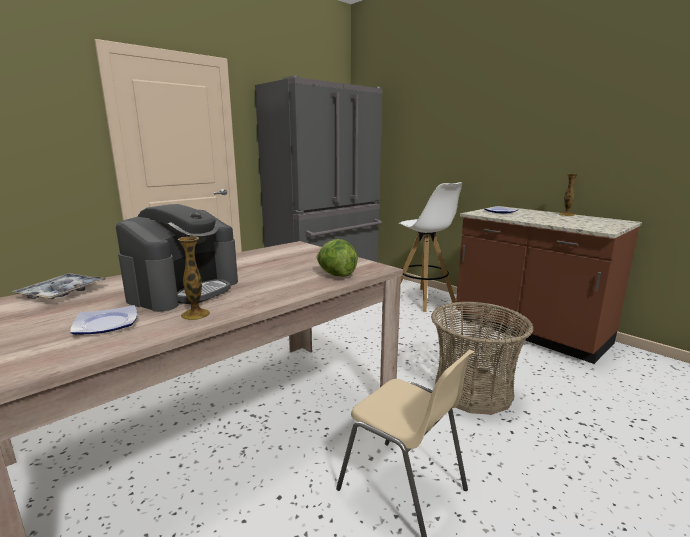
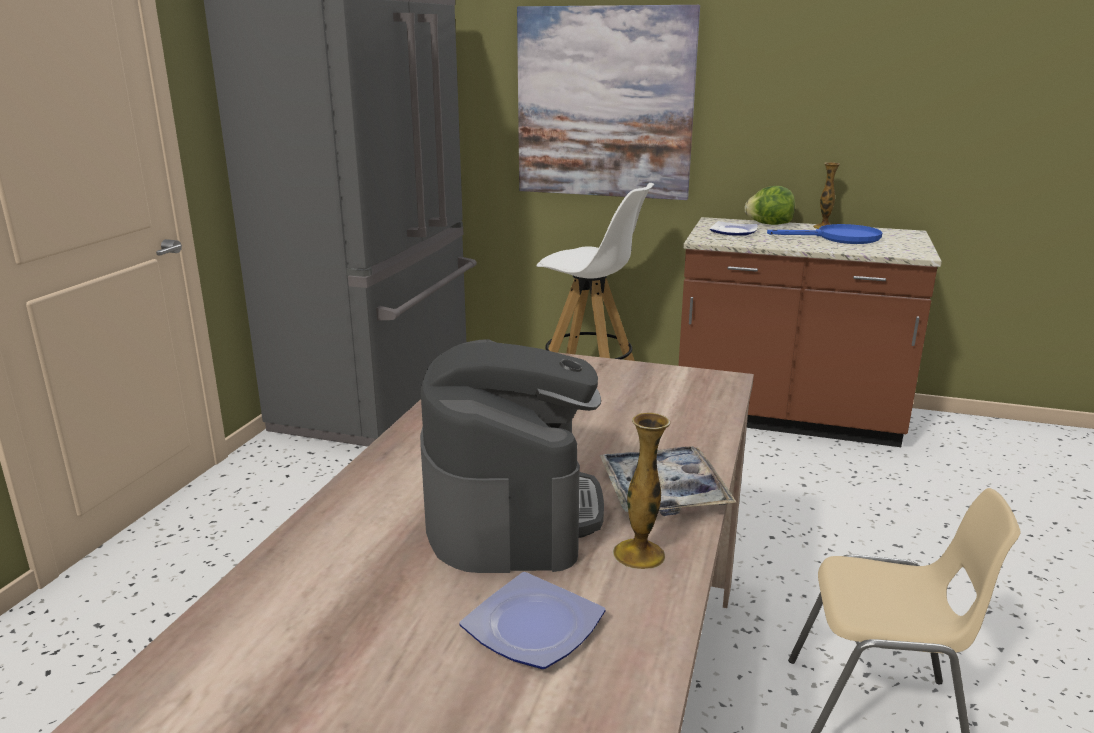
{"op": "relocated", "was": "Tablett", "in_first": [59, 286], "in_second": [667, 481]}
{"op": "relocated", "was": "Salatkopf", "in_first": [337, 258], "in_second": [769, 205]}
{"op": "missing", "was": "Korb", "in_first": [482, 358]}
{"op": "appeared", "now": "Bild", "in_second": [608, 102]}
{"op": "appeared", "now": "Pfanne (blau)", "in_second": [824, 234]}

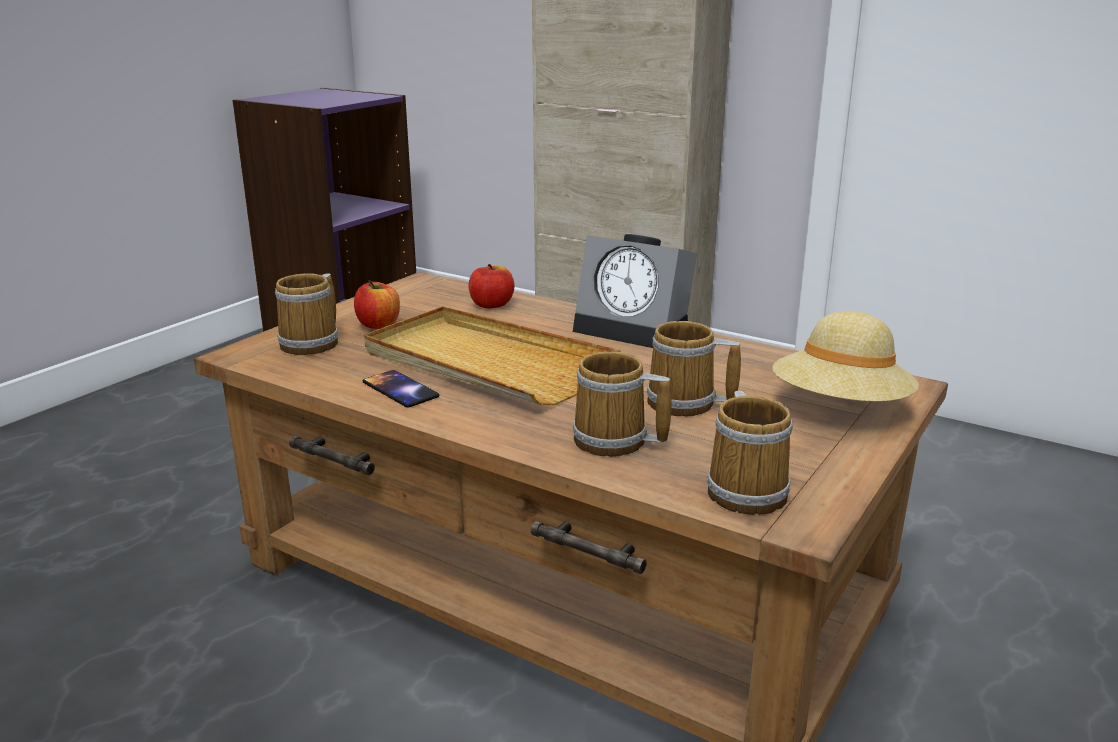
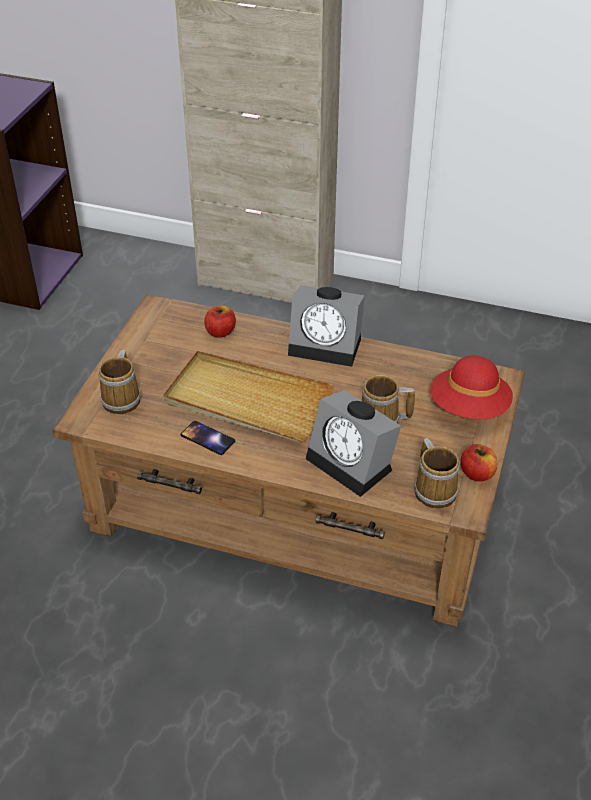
{"op": "relocated", "was": "Apfel", "in_first": [377, 304], "in_second": [479, 462]}
{"op": "exchanged", "was": "Henkelbecher", "now": "Wecker", "in_first": [622, 404], "in_second": [353, 443]}
{"op": "colour", "was": "Hut (beige)", "now": "Hut (rot)", "in_first": [846, 356], "in_second": [472, 387]}

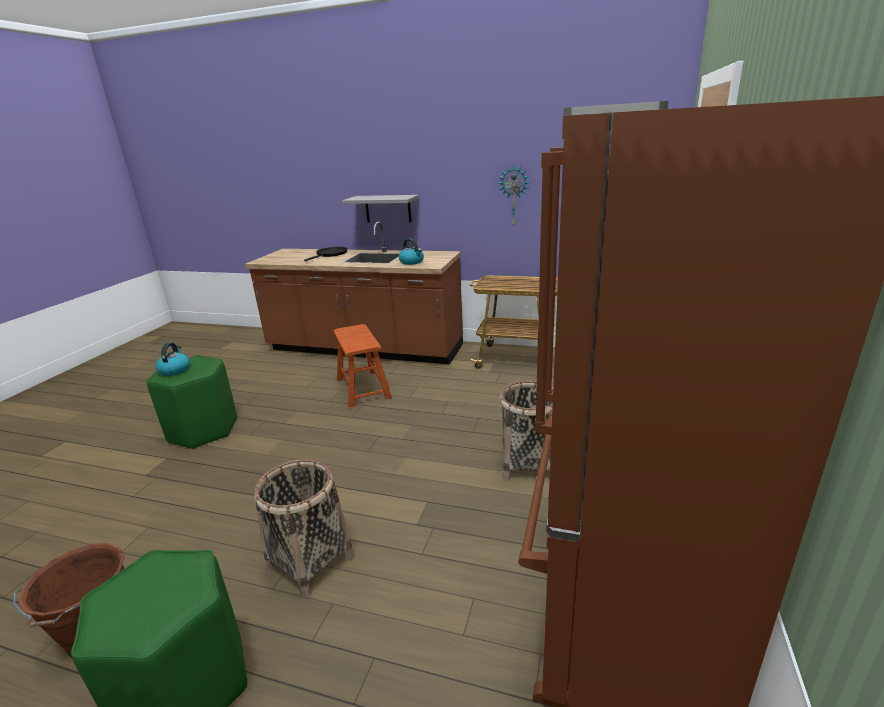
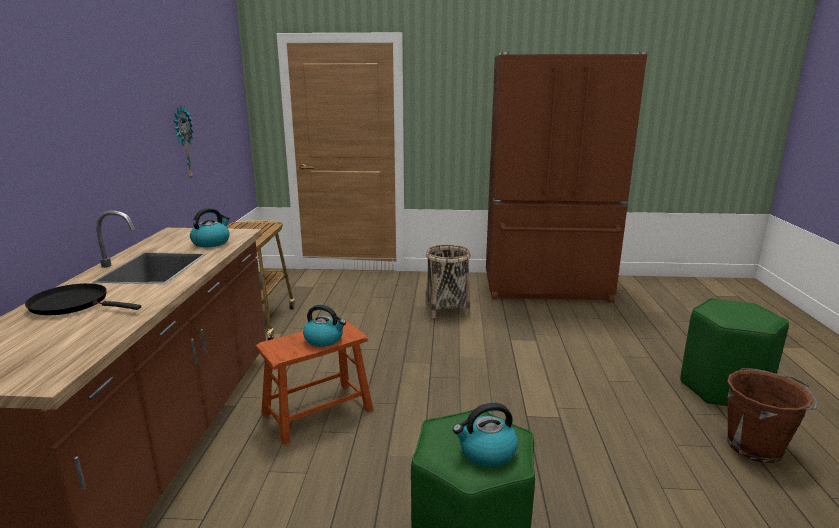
{"op": "missing", "was": "Korb", "in_first": [304, 529]}
{"op": "missing", "was": "Wandregal (grau)", "in_first": [380, 209]}
{"op": "appeared", "now": "Wasserkessel", "in_second": [324, 326]}

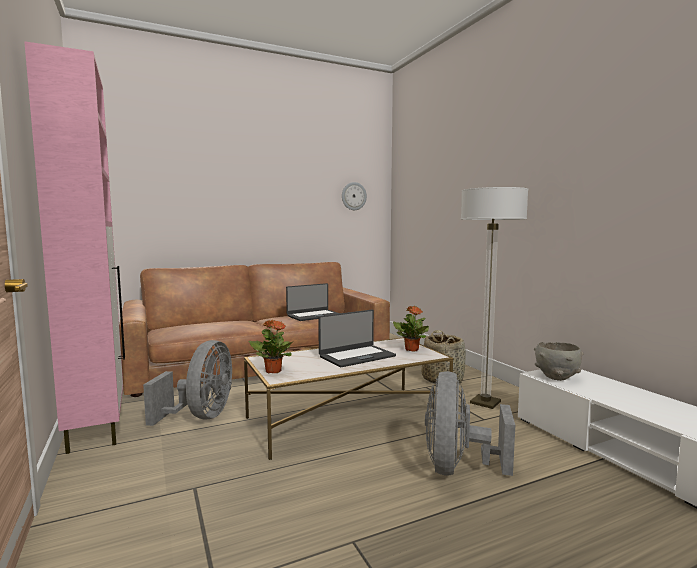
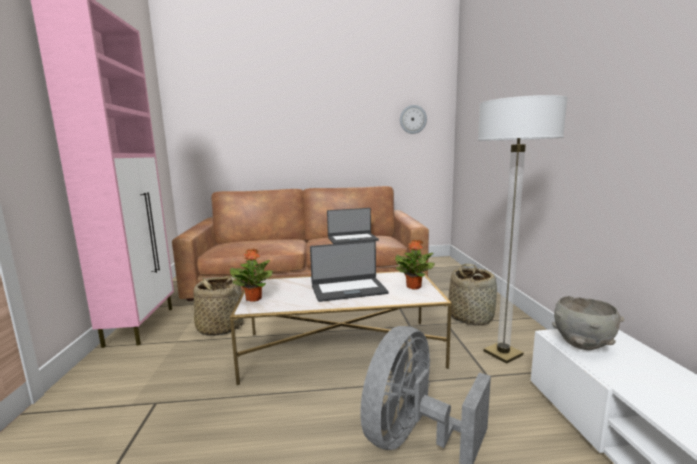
{"op": "exchanged", "was": "Ventilator (grau)", "now": "Korb", "in_first": [187, 383], "in_second": [218, 306]}

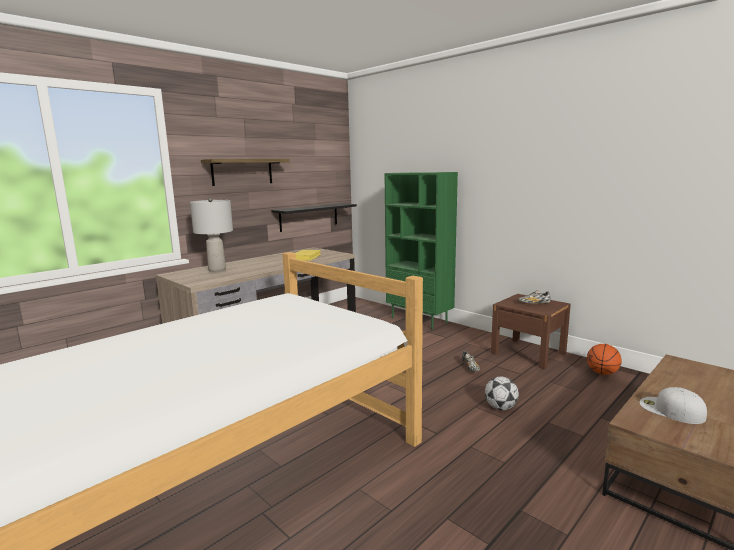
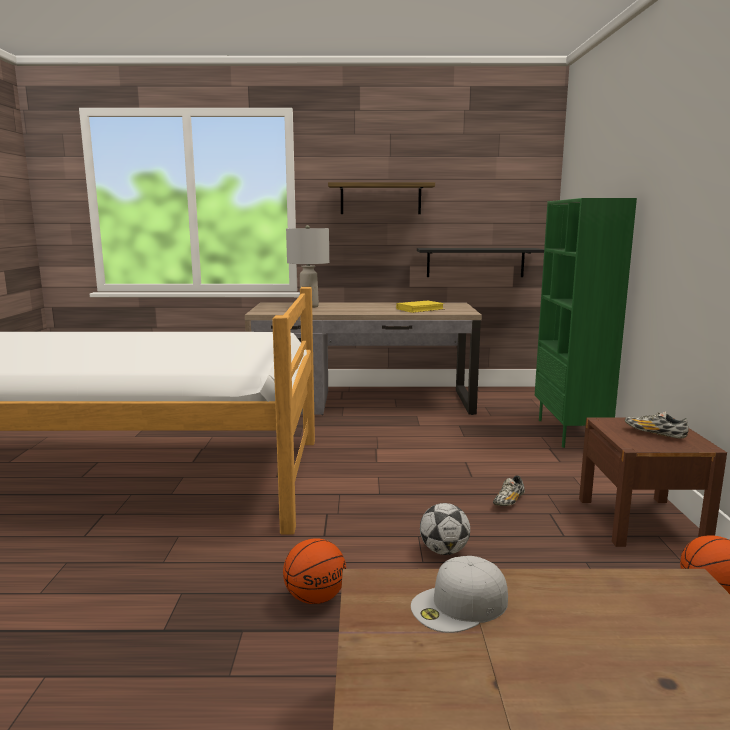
{"op": "spun", "was": "Kappe (weiß)", "in_first": [673, 405], "in_second": [459, 594], "clockwise": -120}
{"op": "appeared", "now": "Basketball", "in_second": [314, 571]}

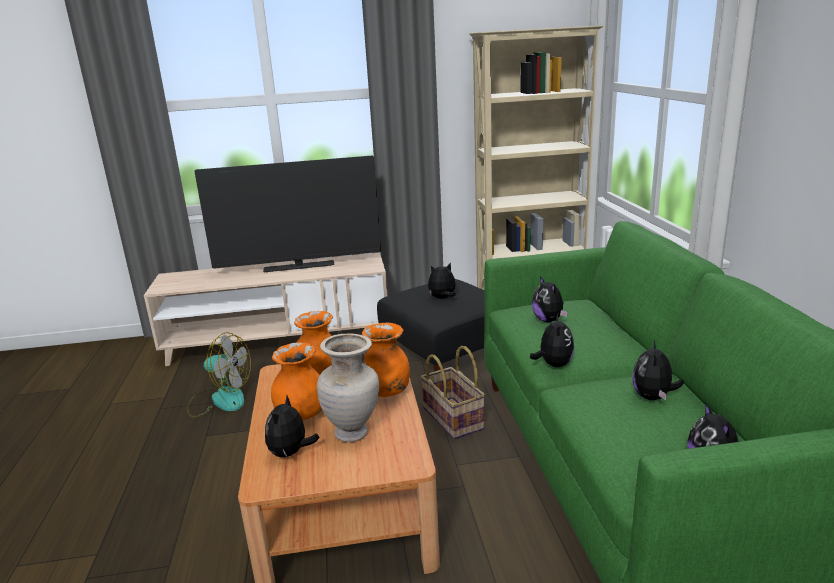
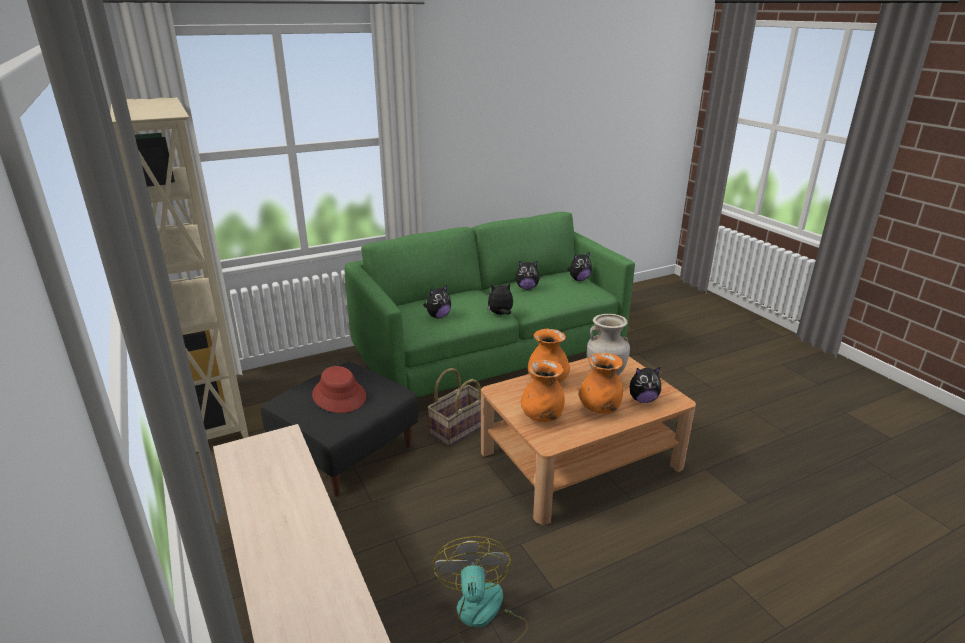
{"op": "missing", "was": "Fernseher", "in_first": [287, 213]}
{"op": "exchanged", "was": "Plüschtier", "now": "Hut (rot)", "in_first": [442, 281], "in_second": [339, 389]}

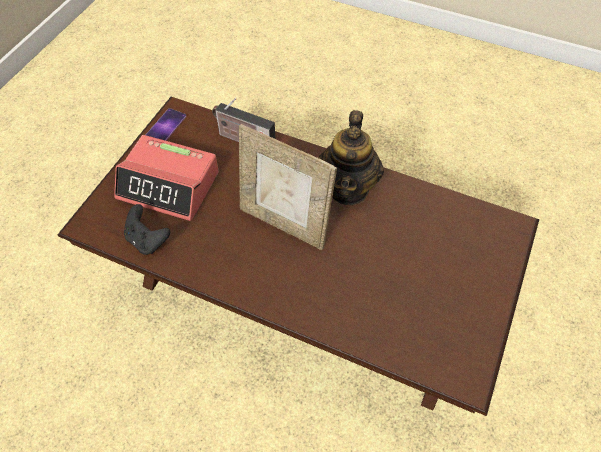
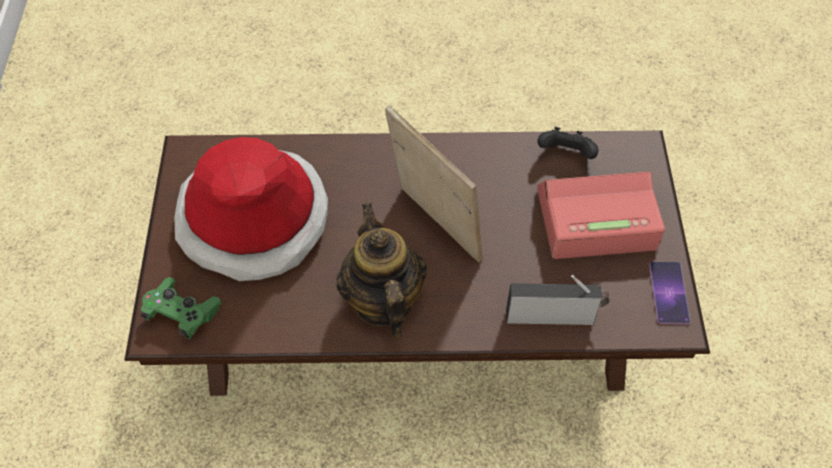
{"op": "spun", "was": "Bilderrahmen", "in_first": [288, 187], "in_second": [434, 184], "clockwise": 45}
{"op": "appeared", "now": "Gamepad (grün)", "in_second": [181, 308]}
{"op": "appeared", "now": "Hut", "in_second": [251, 209]}

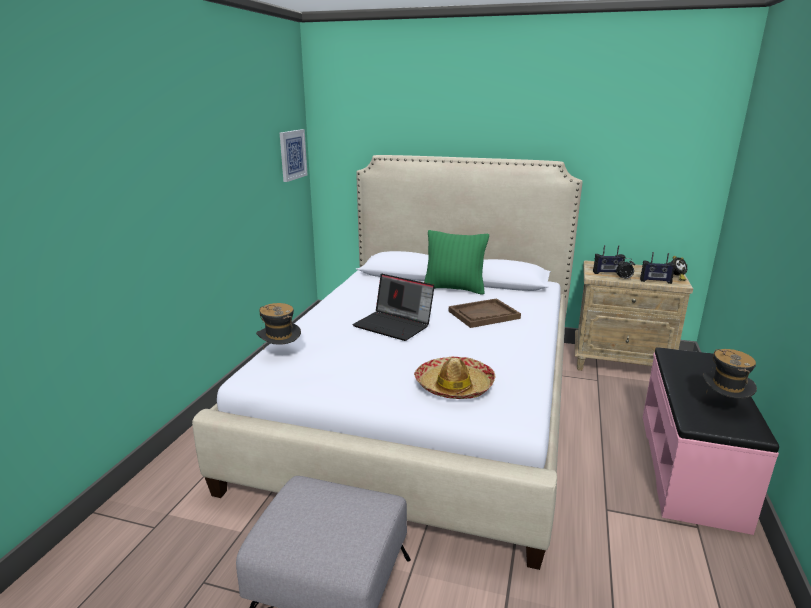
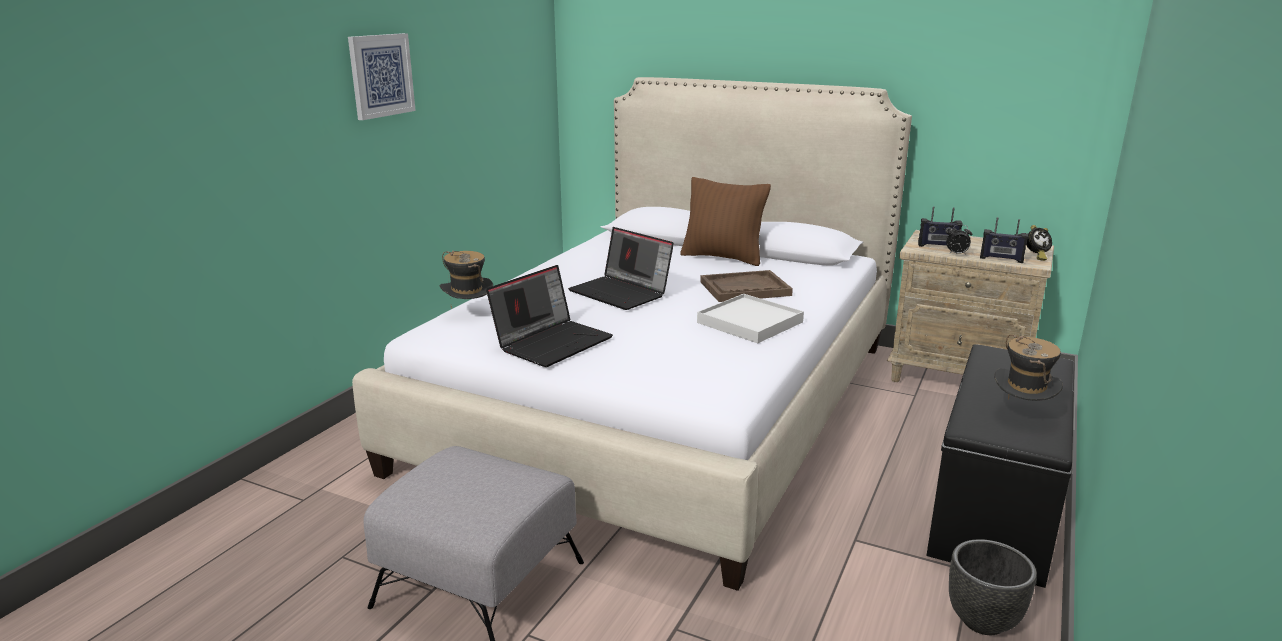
{"op": "relocated", "was": "Bild", "in_first": [294, 155], "in_second": [382, 76]}
{"op": "missing", "was": "Hut", "in_first": [454, 378]}
{"op": "colour", "was": "Kissen (grün)", "now": "Kissen (braun)", "in_first": [456, 262], "in_second": [725, 221]}
{"op": "colour", "was": "Bank (rosa)", "now": "Bank (schwarz)", "in_first": [711, 441], "in_second": [1000, 466]}
{"op": "appeared", "now": "Laptop", "in_second": [549, 316]}
{"op": "appeared", "now": "Tablett (weiß)", "in_second": [750, 318]}
{"op": "appeared", "now": "Pflanzkübel (schwarz)", "in_second": [993, 587]}

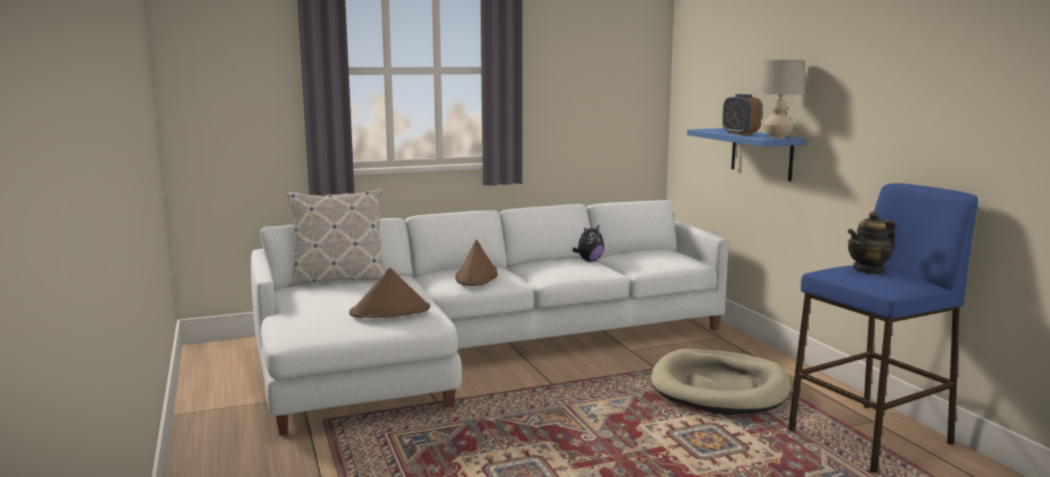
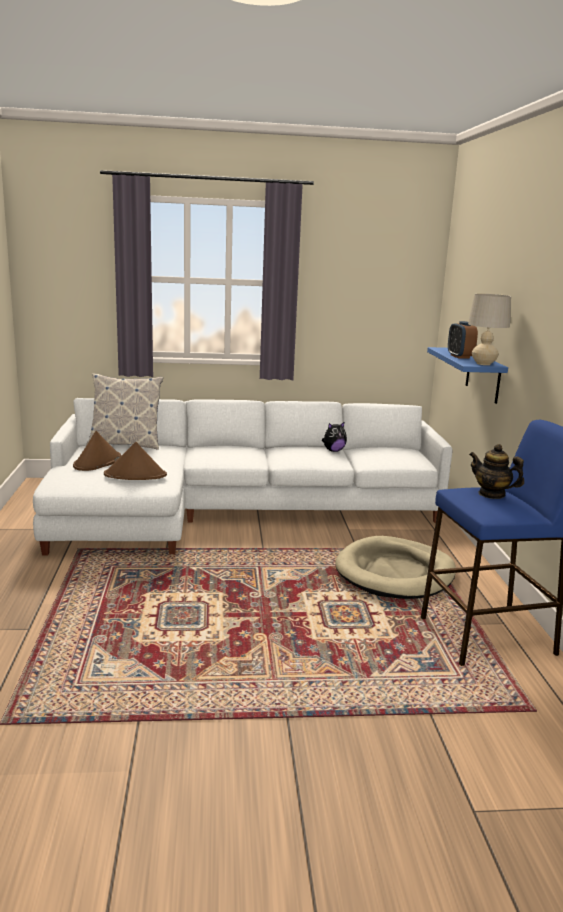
{"op": "relocated", "was": "Hut (braun)", "in_first": [476, 263], "in_second": [97, 451]}
{"op": "spun", "was": "Teekanne", "in_first": [872, 242], "in_second": [496, 471], "clockwise": 45}

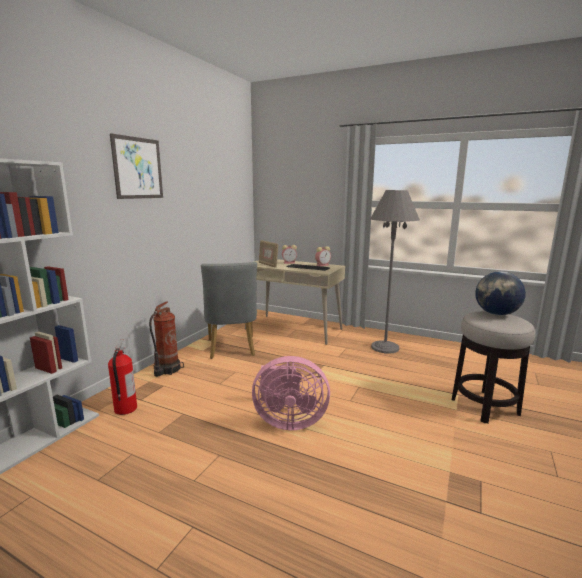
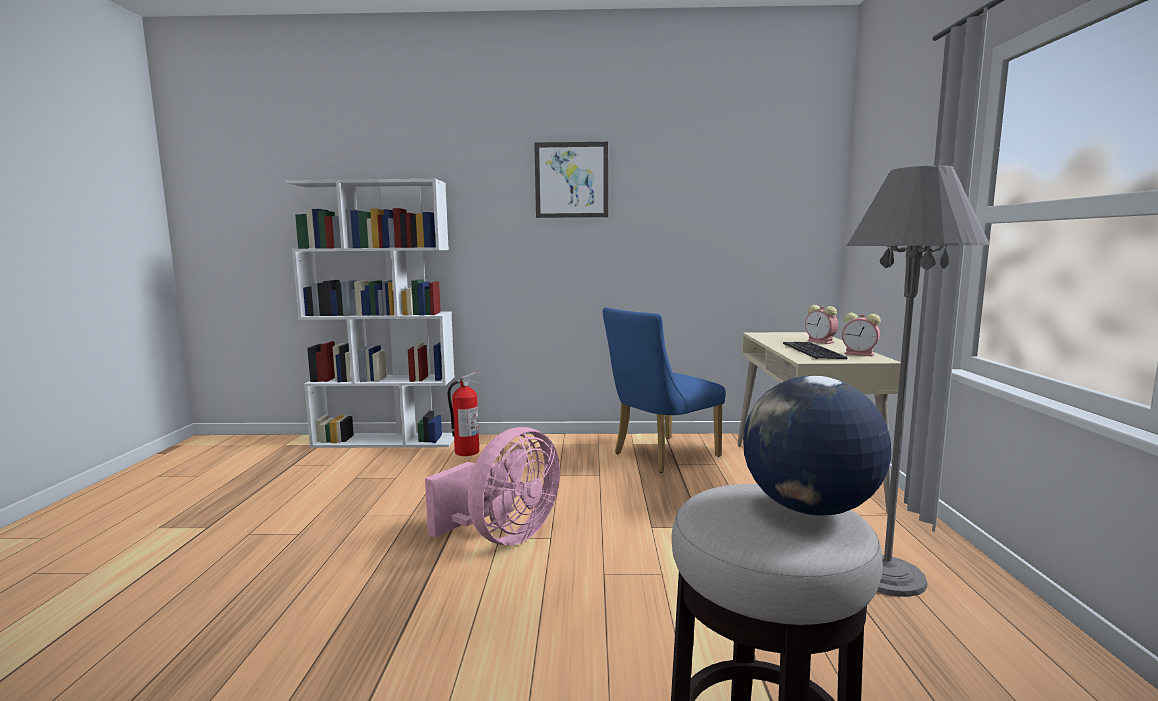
{"op": "missing", "was": "Feuerlöscher", "in_first": [166, 339]}
{"op": "colour", "was": "Stuhl (grau)", "now": "Stuhl (blau)", "in_first": [229, 310], "in_second": [664, 390]}
{"op": "spun", "was": "Ventilator (rosa)", "in_first": [291, 393], "in_second": [492, 486], "clockwise": -120}
{"op": "missing", "was": "Bilderrahmen", "in_first": [268, 254]}

